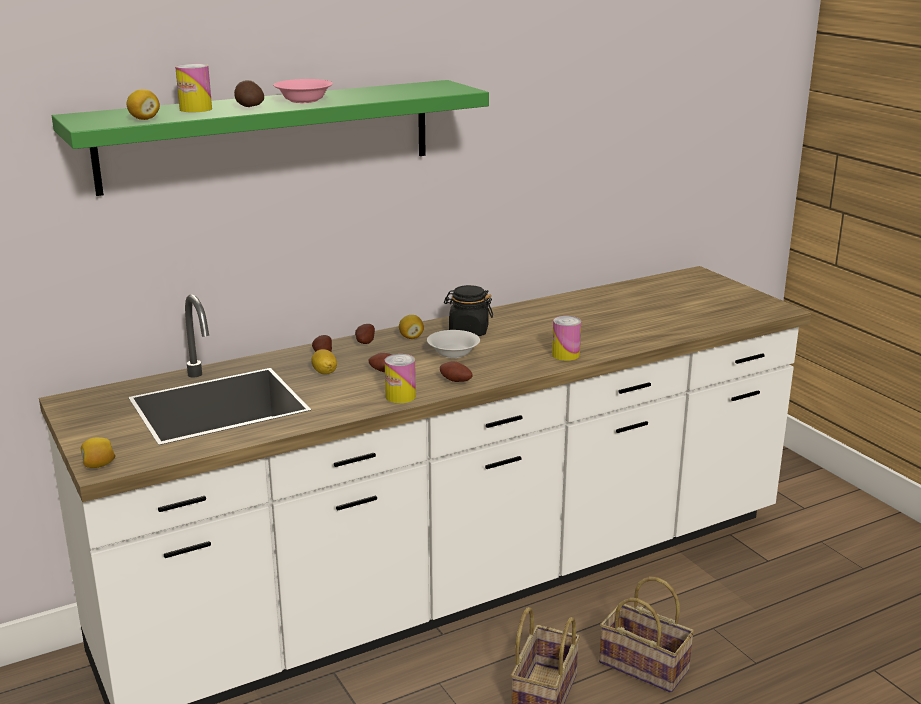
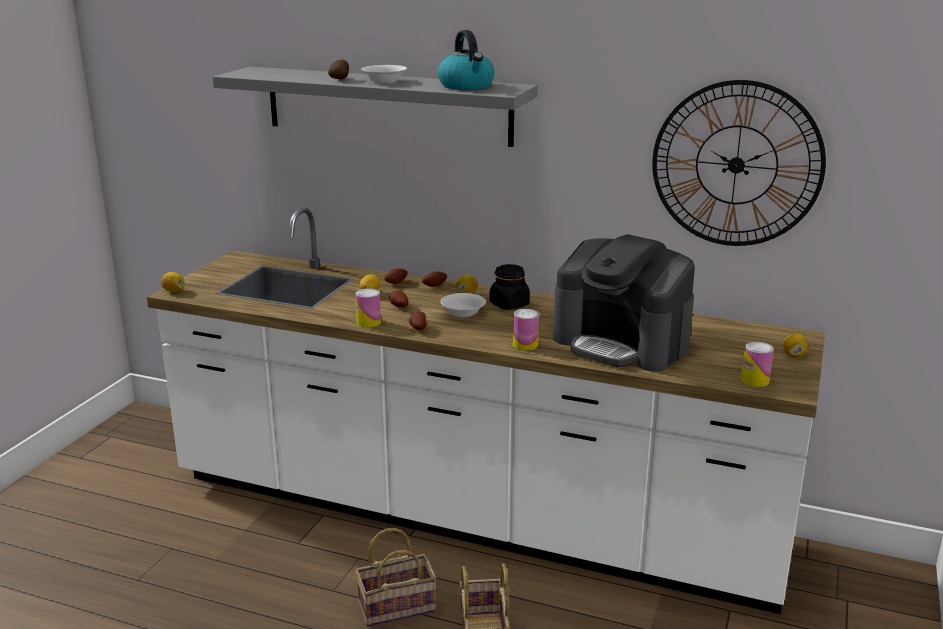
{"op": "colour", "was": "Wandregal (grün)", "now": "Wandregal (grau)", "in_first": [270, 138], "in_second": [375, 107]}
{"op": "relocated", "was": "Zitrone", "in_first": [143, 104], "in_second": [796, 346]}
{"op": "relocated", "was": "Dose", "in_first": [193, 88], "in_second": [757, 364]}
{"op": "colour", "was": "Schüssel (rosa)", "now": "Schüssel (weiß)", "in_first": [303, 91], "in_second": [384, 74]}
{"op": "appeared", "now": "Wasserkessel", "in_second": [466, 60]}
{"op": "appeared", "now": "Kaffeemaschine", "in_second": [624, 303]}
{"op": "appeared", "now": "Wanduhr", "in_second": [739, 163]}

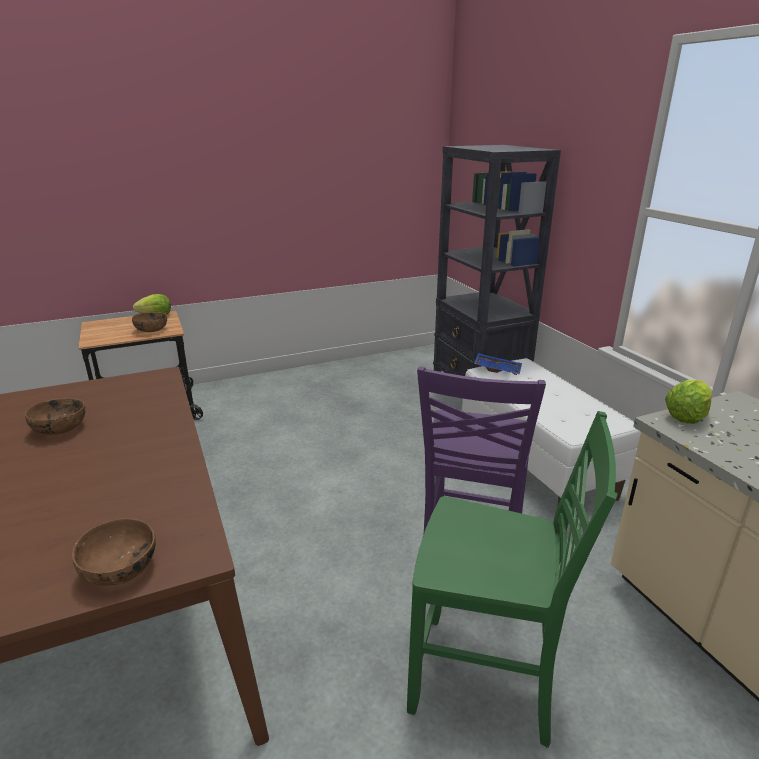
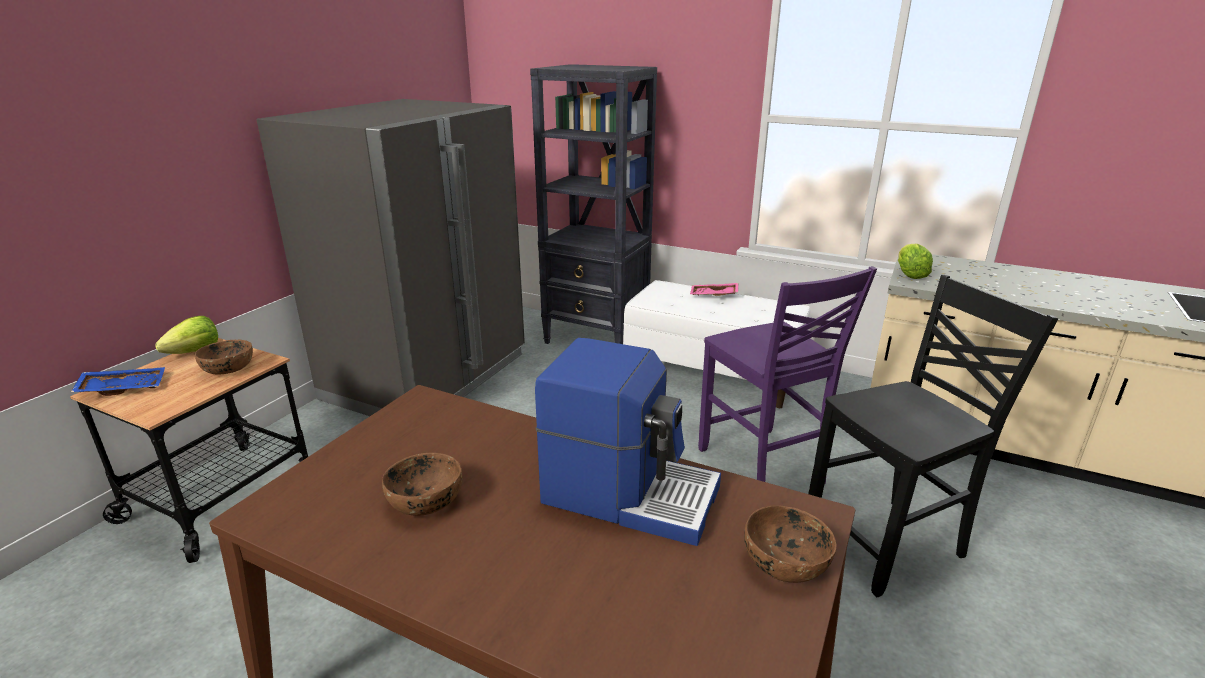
{"op": "colour", "was": "Stuhl (grün)", "now": "Stuhl (schwarz)", "in_first": [512, 579], "in_second": [933, 436]}
{"op": "relocated", "was": "Tablett (blau)", "in_first": [498, 364], "in_second": [118, 381]}
{"op": "appeared", "now": "Kühlschrank (grau)", "in_second": [390, 257]}
{"op": "appeared", "now": "Kaffeemaschine", "in_second": [628, 442]}
{"op": "appeared", "now": "Tablett (rosa)", "in_second": [714, 289]}

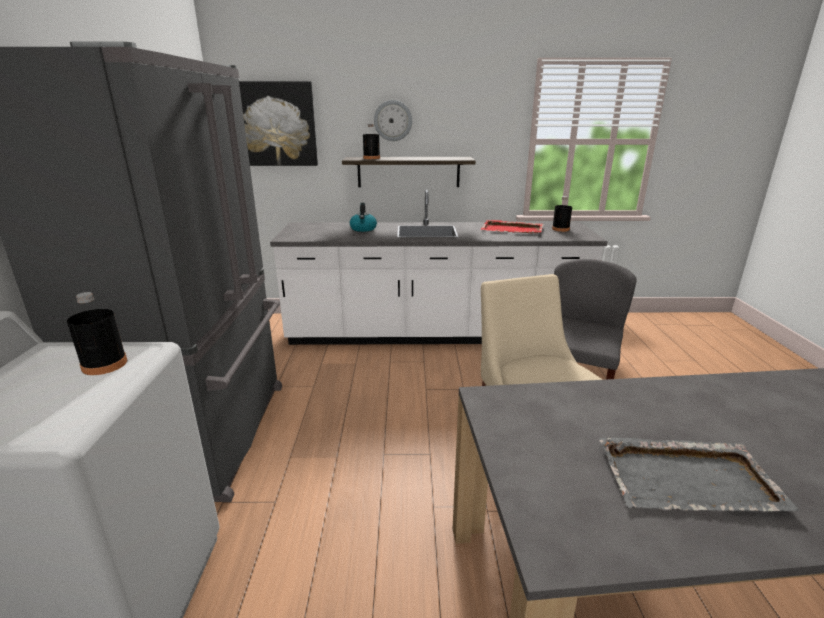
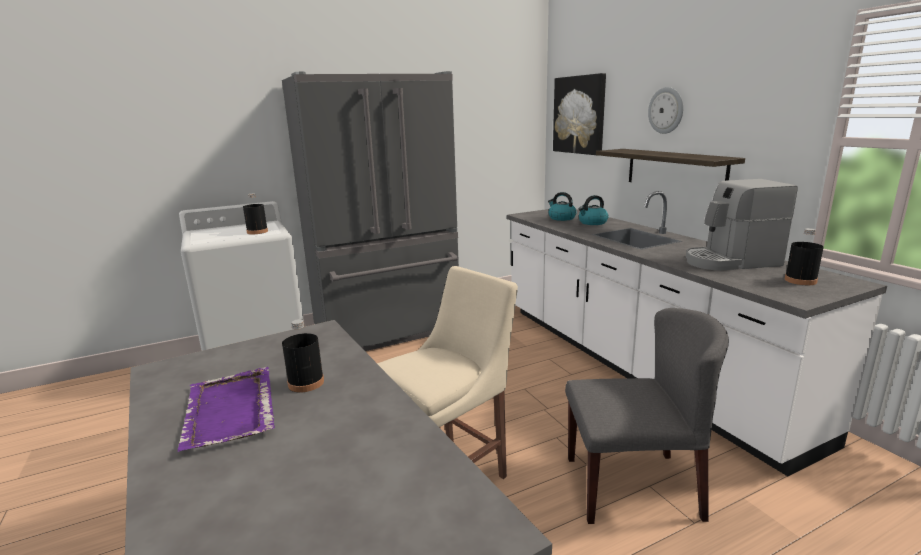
{"op": "relocated", "was": "Flasche (schwarz)", "in_first": [371, 141], "in_second": [303, 356]}
{"op": "exchanged", "was": "Tablett (rot)", "now": "Kaffeemaschine", "in_first": [512, 226], "in_second": [742, 225]}
{"op": "colour", "was": "Tablett (grau)", "now": "Tablett (lila)", "in_first": [699, 474], "in_second": [226, 409]}
{"op": "appeared", "now": "Wasserkessel", "in_second": [562, 206]}

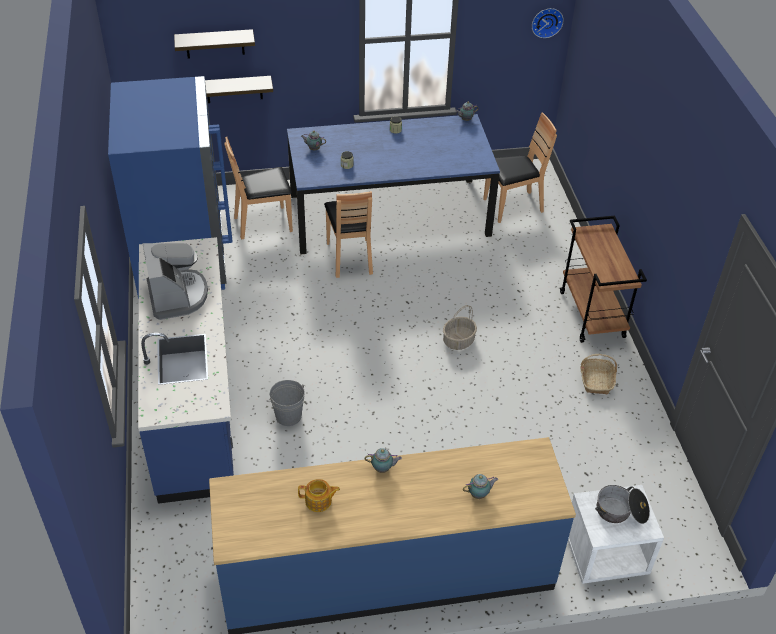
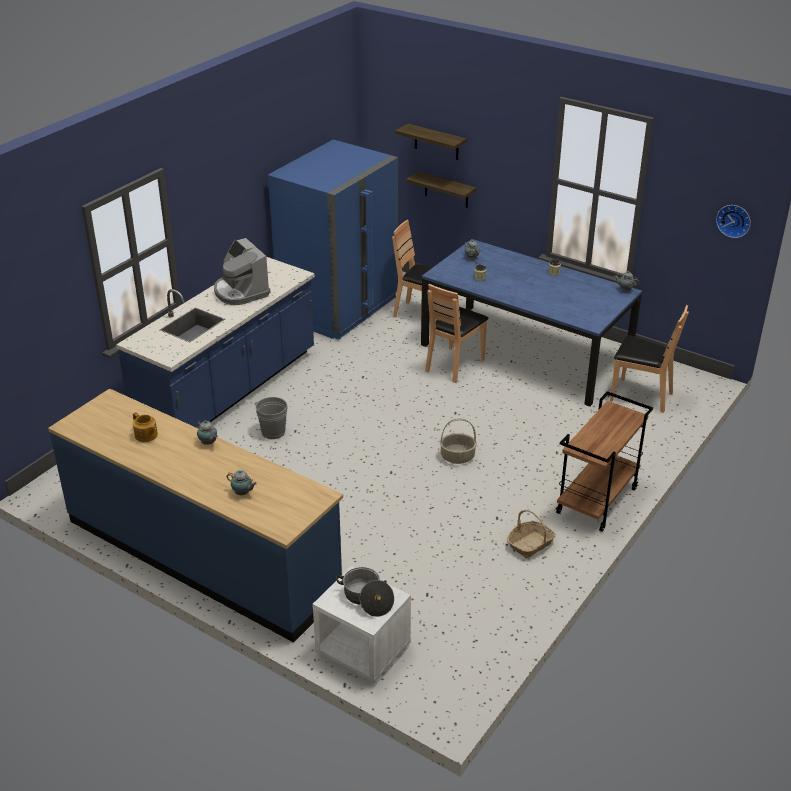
{"op": "spun", "was": "Kaffeemaschine", "in_first": [175, 281], "in_second": [242, 271], "clockwise": 120}

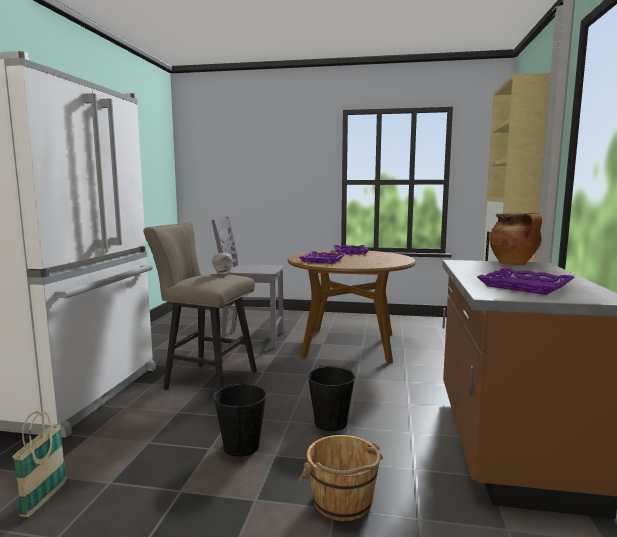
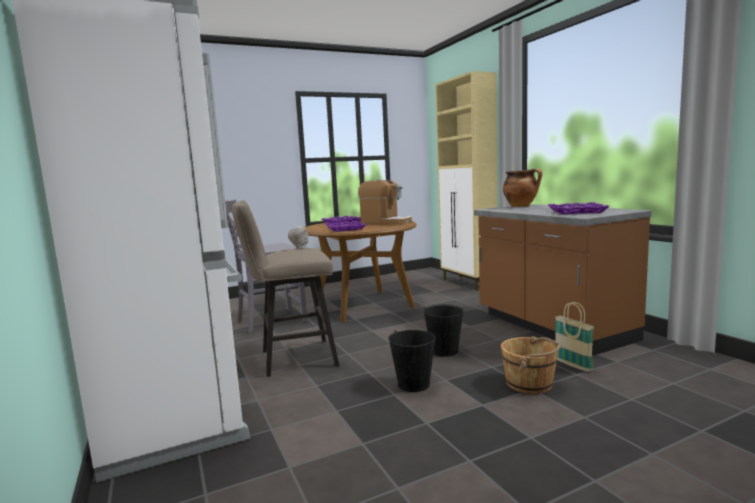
{"op": "relocated", "was": "Korb", "in_first": [39, 464], "in_second": [574, 337]}
{"op": "appeared", "now": "Kaffeemaschine", "in_second": [385, 202]}

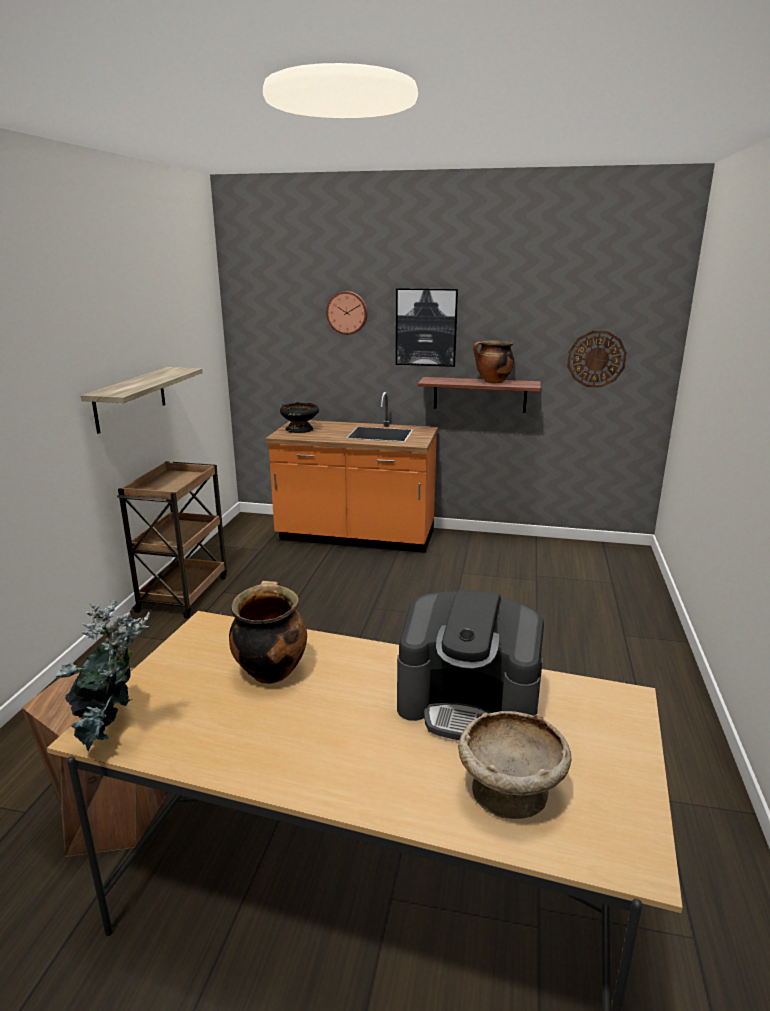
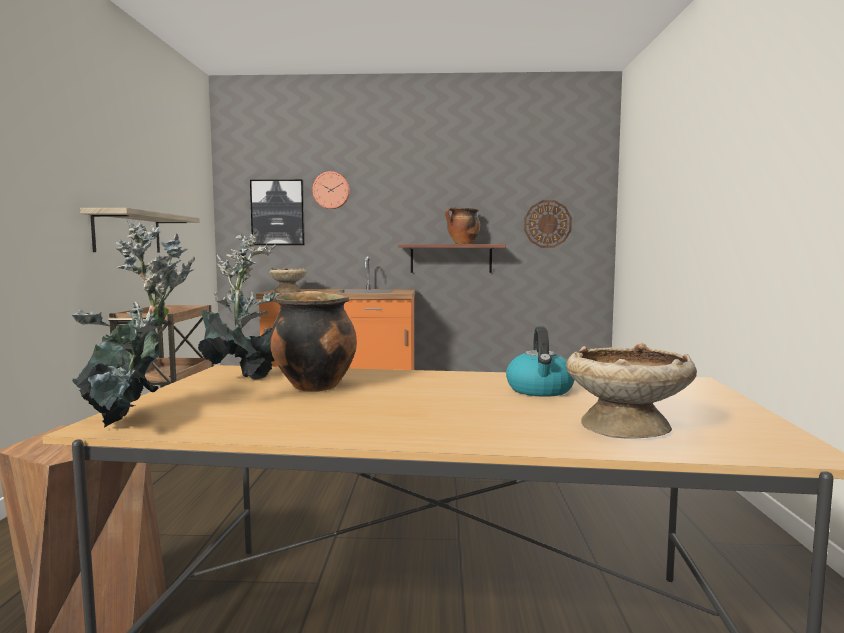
{"op": "colour", "was": "Schüssel (schwarz)", "now": "Schüssel (beige)", "in_first": [299, 417], "in_second": [288, 279]}
{"op": "relocated", "was": "Bild", "in_first": [427, 327], "in_second": [277, 212]}
{"op": "exchanged", "was": "Kaffeemaschine", "now": "Wasserkessel", "in_first": [470, 664], "in_second": [540, 361]}
{"op": "appeared", "now": "Topfpflanze", "in_second": [241, 305]}

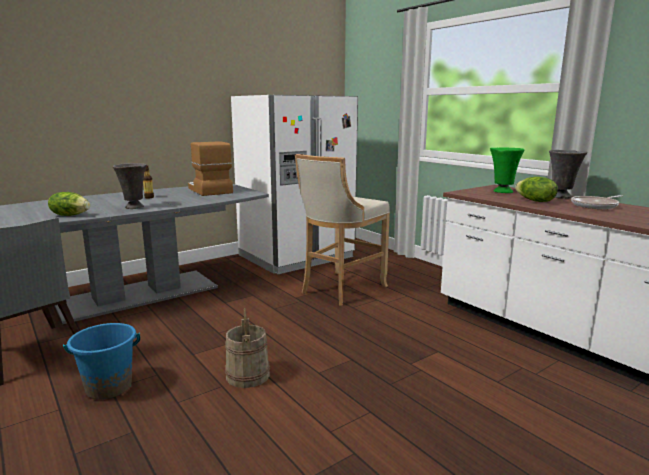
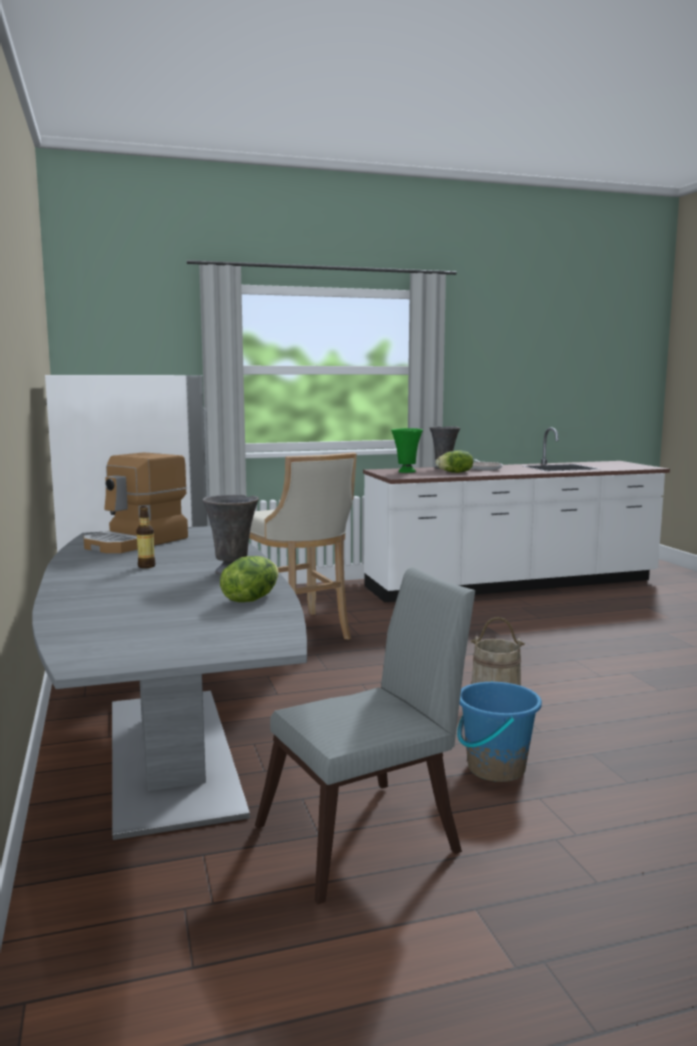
{"op": "spun", "was": "Kaffeemaschine", "in_first": [210, 168], "in_second": [136, 503], "clockwise": -45}

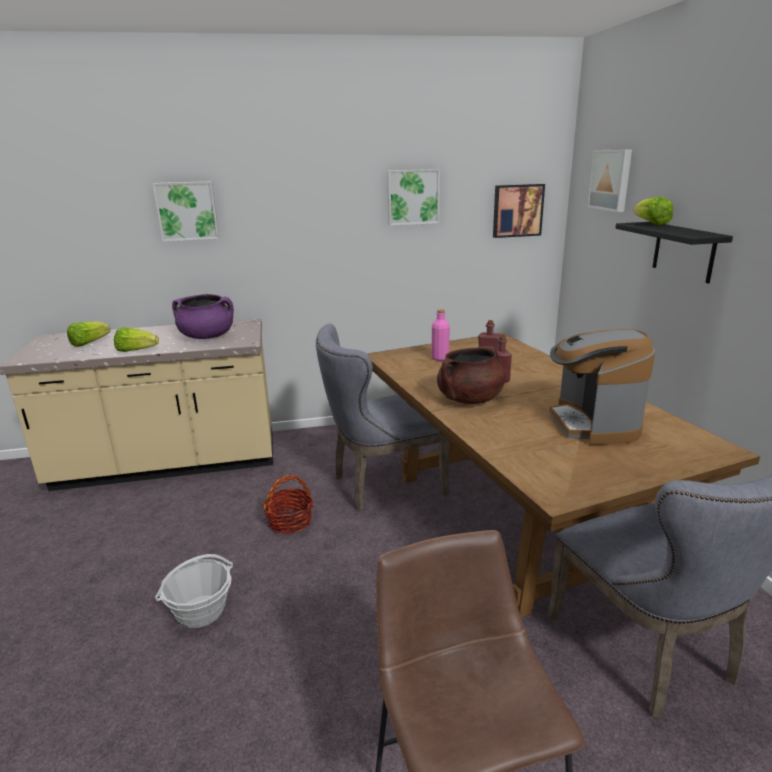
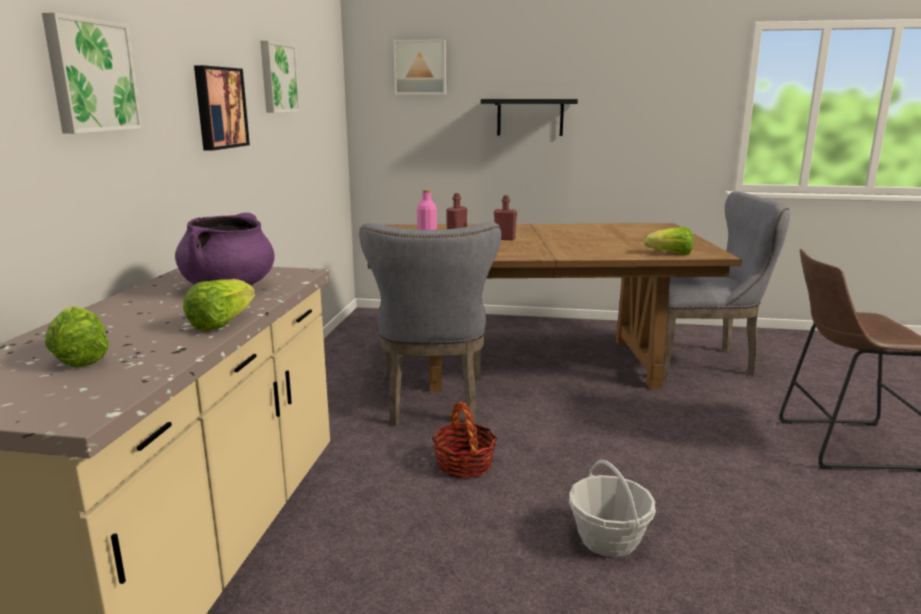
{"op": "missing", "was": "Kochtopf (braun)", "in_first": [471, 375]}
{"op": "relocated", "was": "Bild", "in_first": [519, 211], "in_second": [222, 108]}
{"op": "missing", "was": "Kaffeemaschine", "in_first": [602, 387]}
{"op": "relocated", "was": "Salatkopf", "in_first": [653, 211], "in_second": [669, 241]}

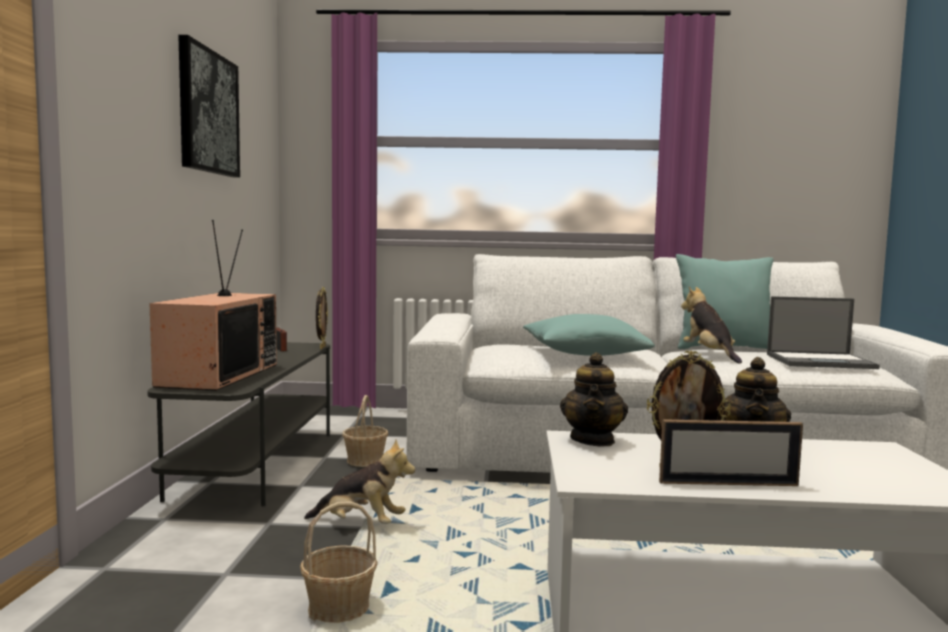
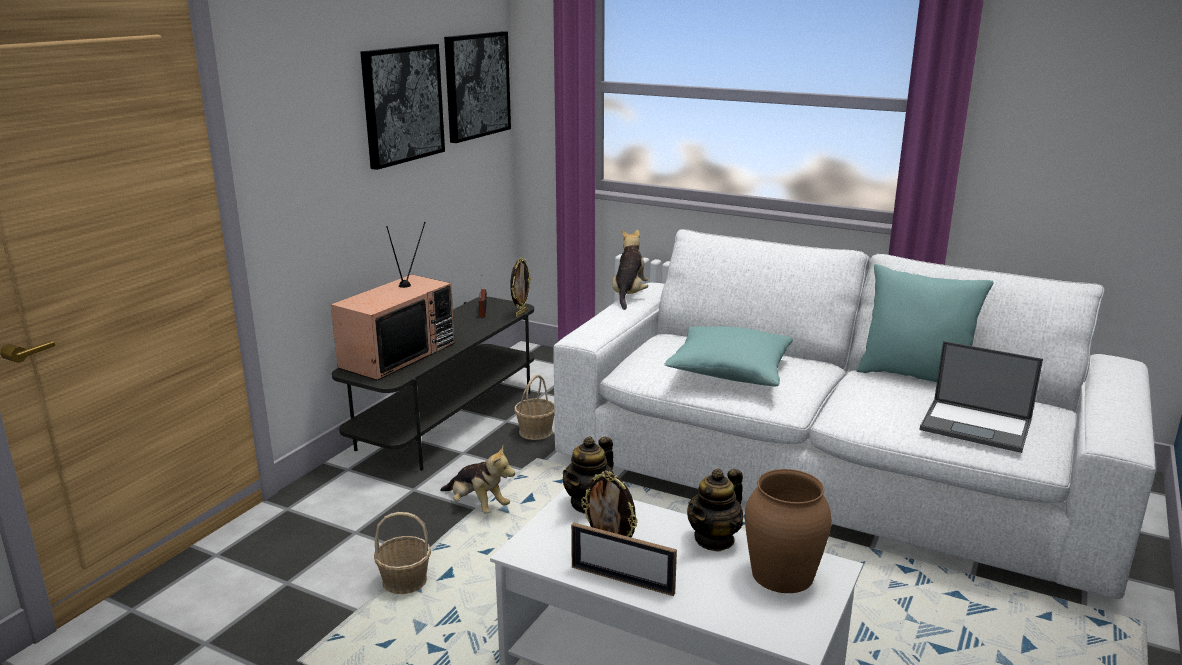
{"op": "relocated", "was": "Plüschtier", "in_first": [711, 325], "in_second": [630, 270]}
{"op": "appeared", "now": "Bild", "in_second": [477, 87]}
{"op": "appeared", "now": "Vase (braun)", "in_second": [788, 531]}

